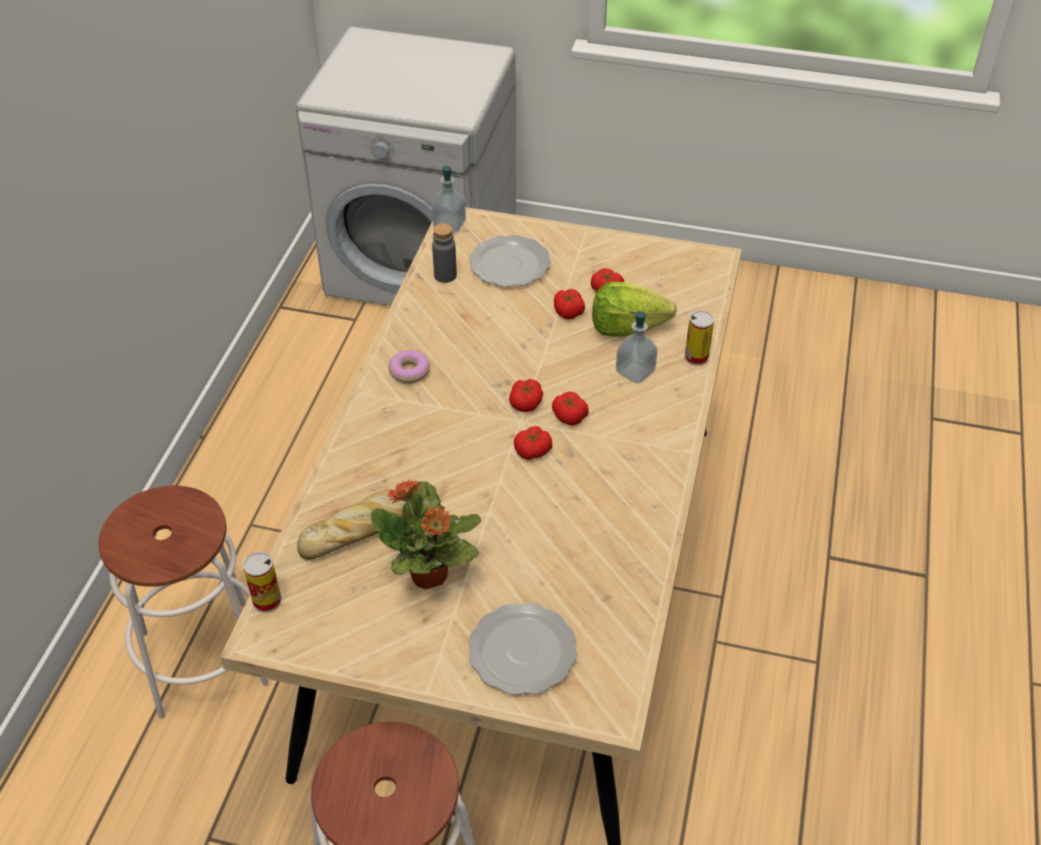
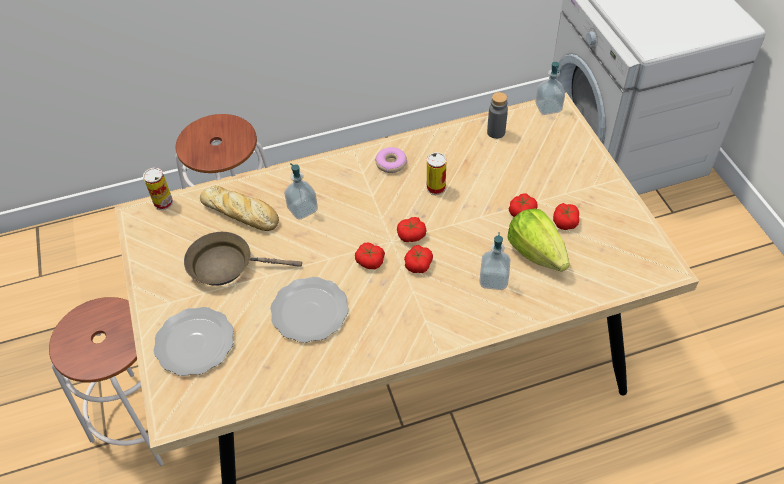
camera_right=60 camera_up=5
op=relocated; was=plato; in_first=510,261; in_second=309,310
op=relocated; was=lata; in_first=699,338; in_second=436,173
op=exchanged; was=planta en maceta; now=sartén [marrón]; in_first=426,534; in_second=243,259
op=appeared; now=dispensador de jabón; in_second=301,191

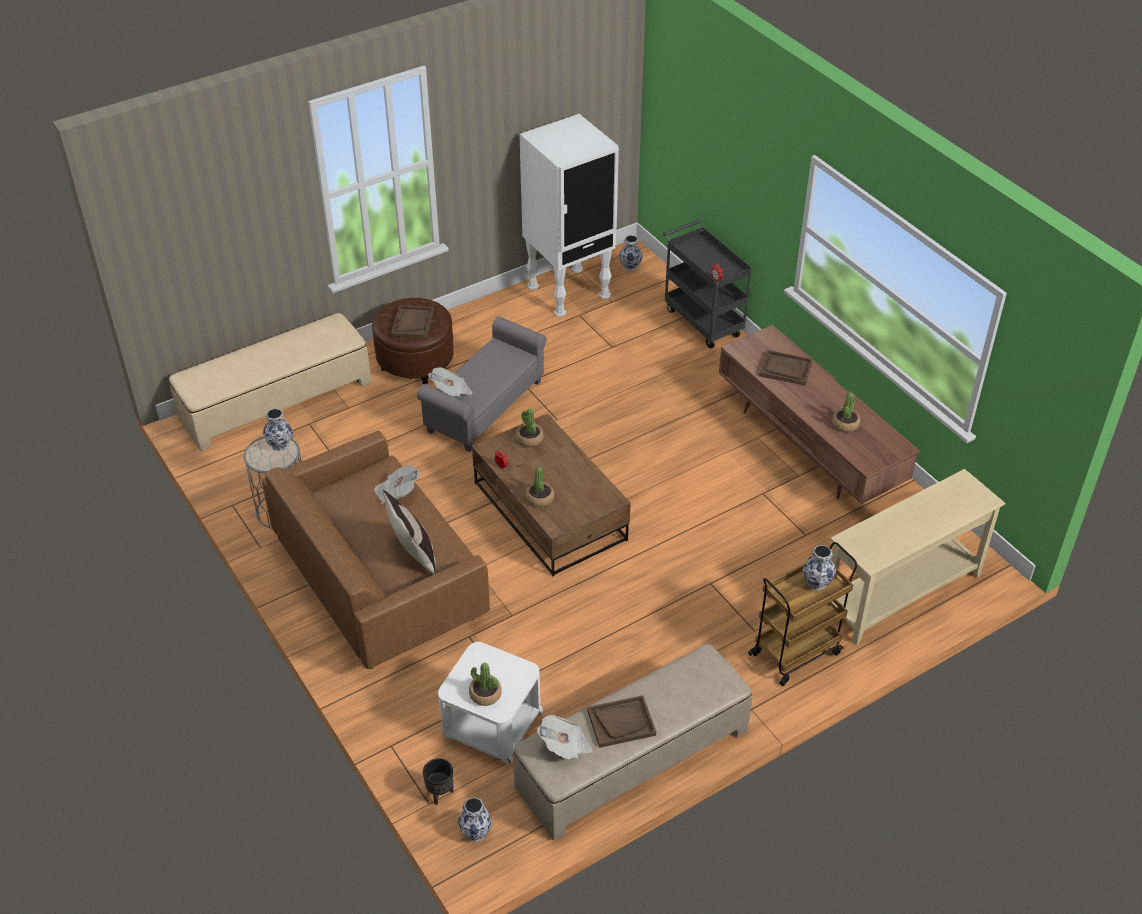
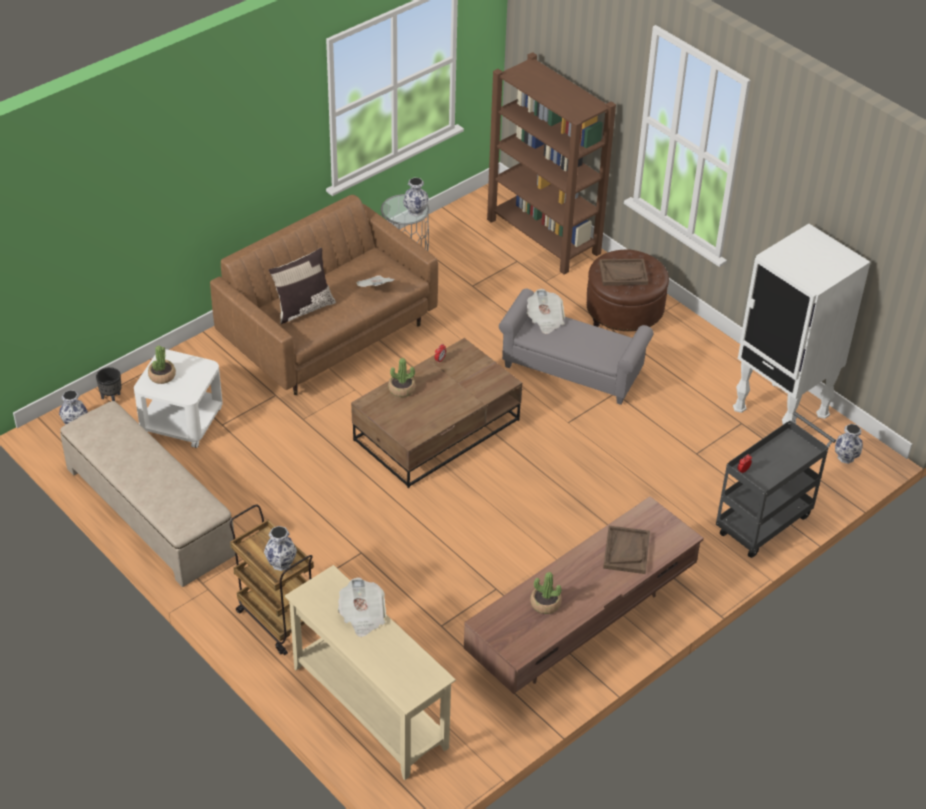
camera_right=80 camera_up=0
op=exchanged; was=banco [beis]; now=estantería [marrón]; in_first=270,382; in_second=551,163
op=missing; was=planta en maceta; in_first=529,427
op=missing; was=bandeja [marrón]; in_first=621,721
op=relocated; was=periódico; in_first=565,737; in_second=362,607

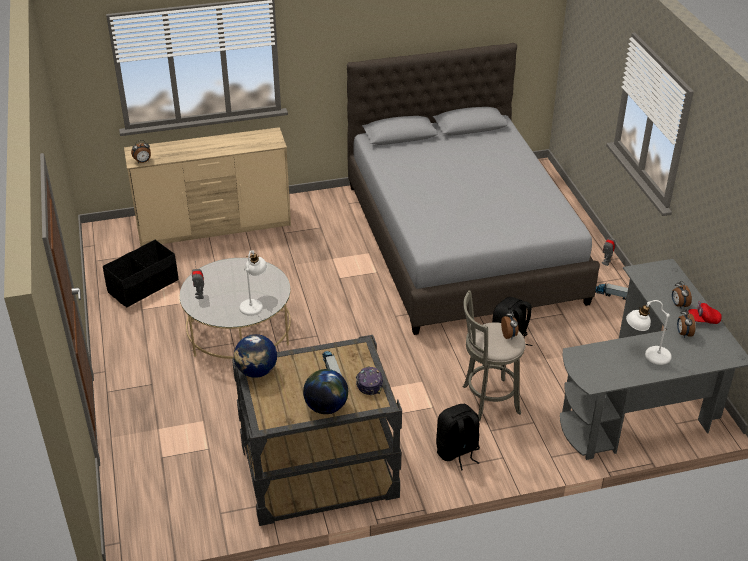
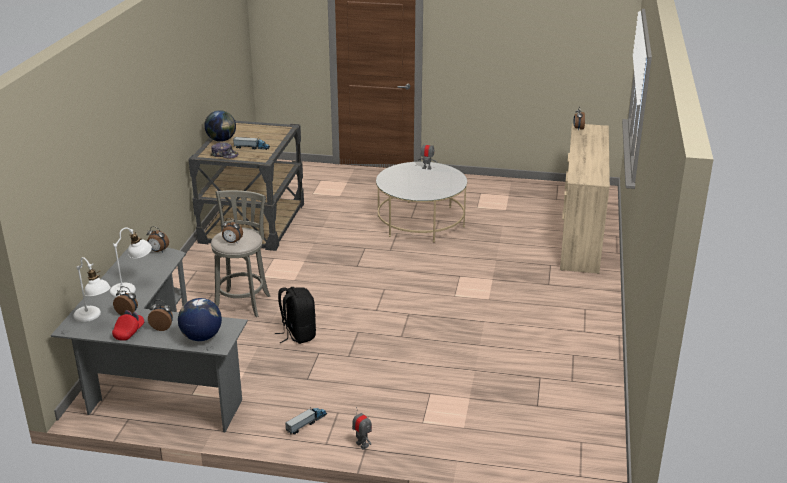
camera_right=115 camera_up=-10
op=missing; was=cama [gris]; in_first=473,189
op=missing; was=caja de almacenaje [negro]; in_first=140,274
op=relocated; was=lámpara de mesa [blanco]; in_first=253,282; in_second=91,289
op=relocated; was=globo terráqueo; in_first=255,356; in_second=200,319
op=missing; was=mochila [negro]; in_first=458,437
op=appeared; now=despertador; in_second=157,239

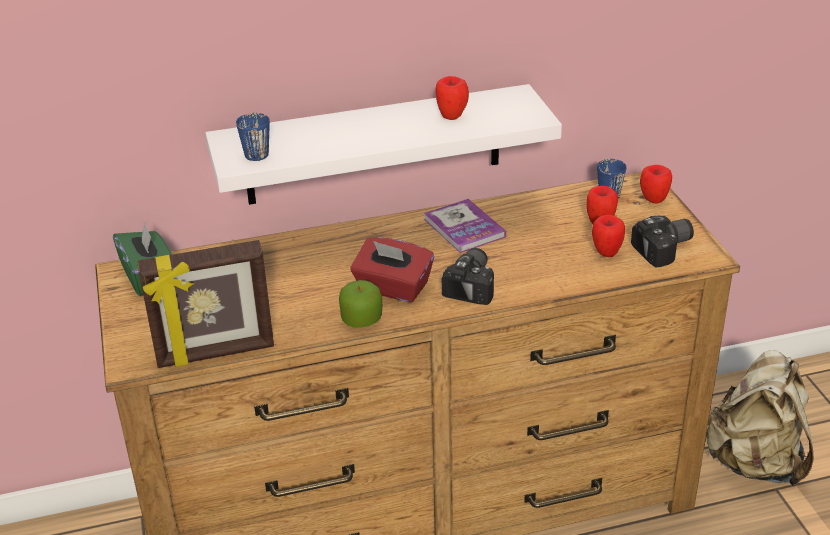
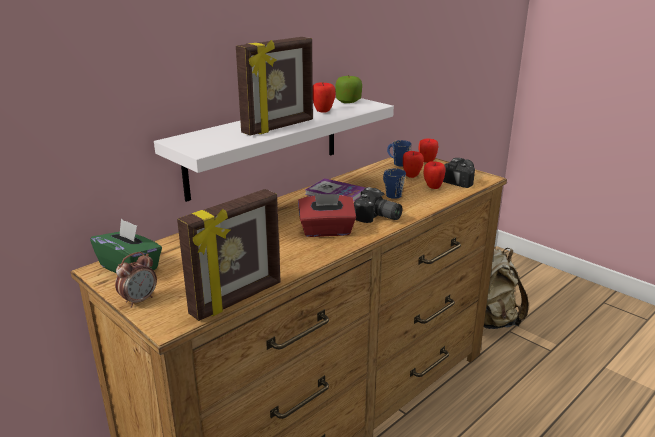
camera_right=-30 camera_up=-10
op=relocated; was=taza grande [azul]; in_first=253,137; in_second=394,183
op=spun; was=cámara; in_first=468,276; in_second=378,205; clockwise=135
op=relocated; was=manzana; in_first=360,304; in_second=348,89
op=appeared; now=portarretratos; in_second=274,86
op=appeared; now=despertador; in_second=136,280

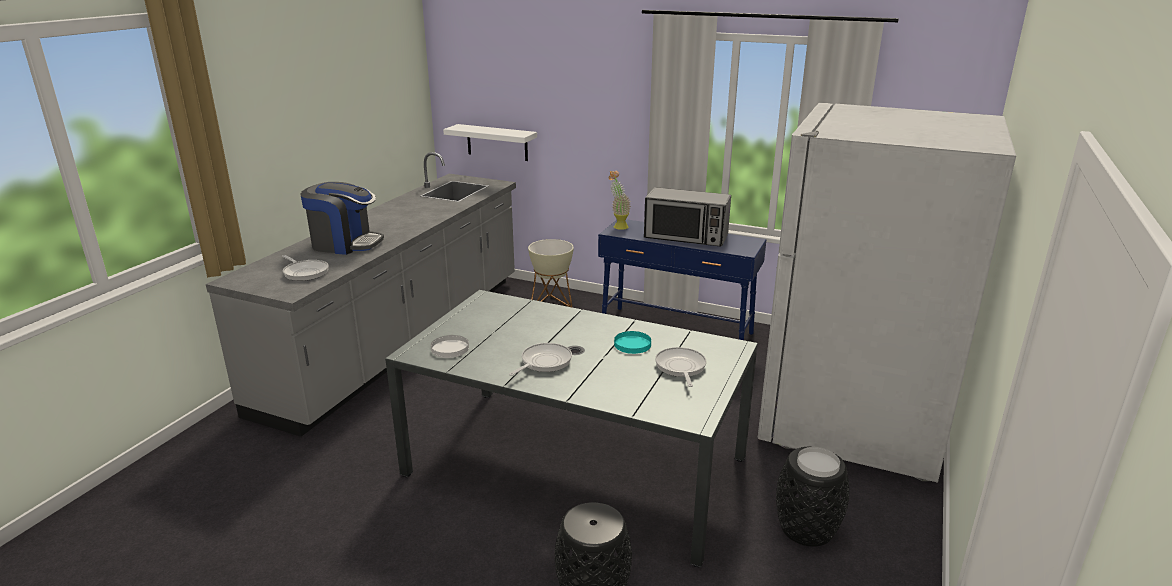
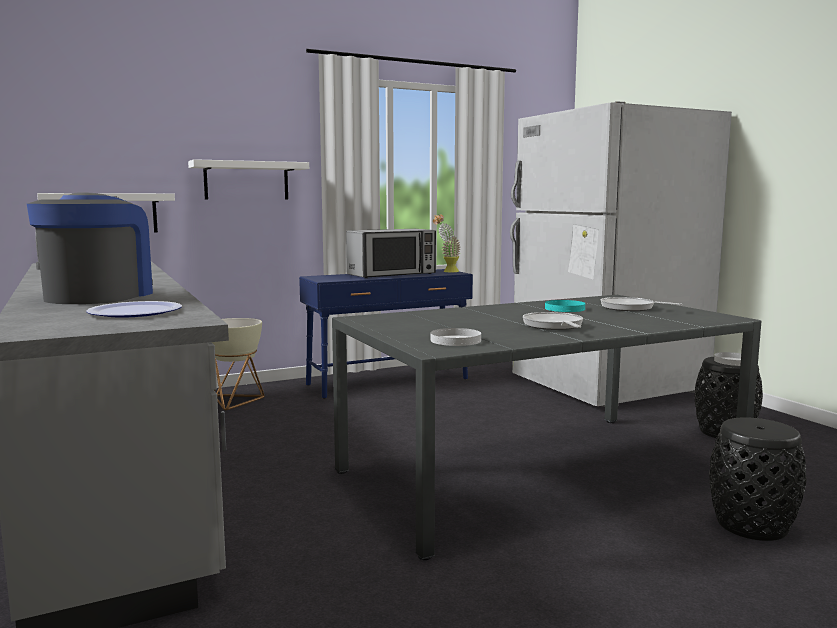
camera_right=-50 camera_up=-15
op=relocated; was=planta en maceta; in_first=620,200; in_second=446,243
op=spun; was=cafetera; in_first=342,218; in_second=90,248; clockwise=-45
op=exchanged; was=sartén; now=plato; in_first=305,268; in_second=134,309
op=appeared; now=estante [blanco]; in_second=248,179

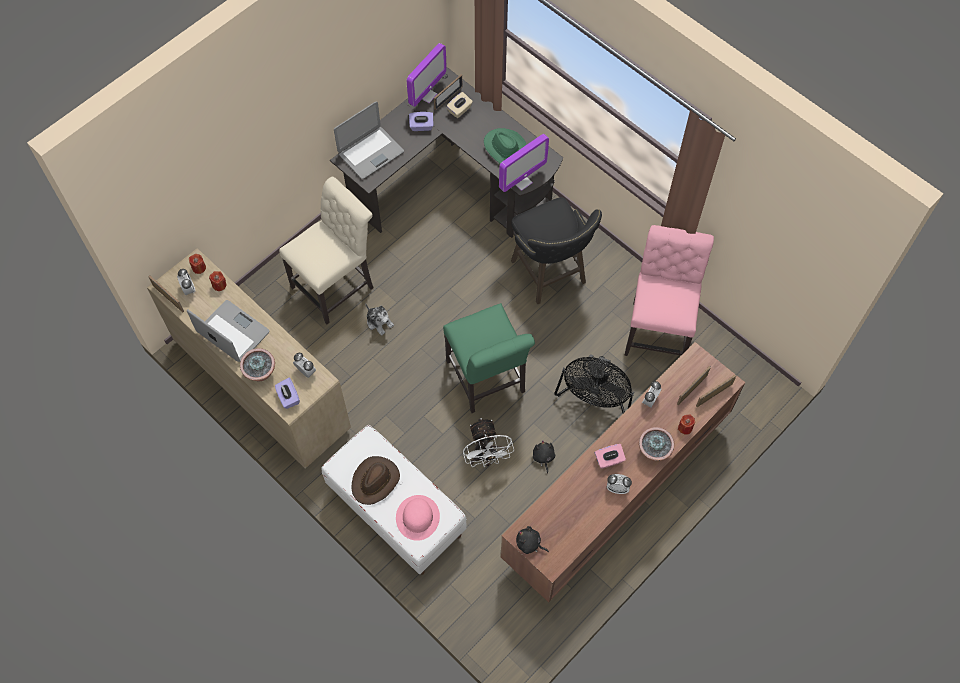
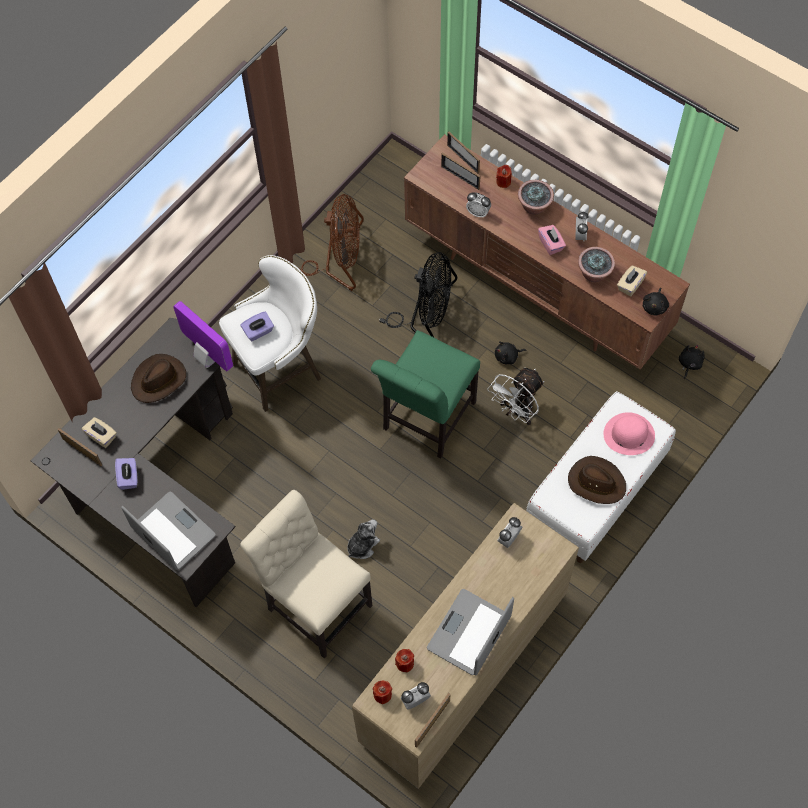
camera_right=-95 camera_up=0
op=missing; was=monitor; in_first=427,75
op=colour; was=sombrero [verde]; now=sombrero [marrón]; in_first=505,146; in_second=158,378
op=colour; was=taburete [negro]; now=taburete [blanco]; in_first=556,251; in_second=270,333
op=exchanged; was=silla [rosa]; now=ventilador [marrón]; in_first=669,290; in_second=332,242
op=spun; was=silla [verde]; in_first=489,358; in_second=425,394; clockwise=150
op=relocated; was=planta en maceta; in_first=257,364; in_second=596,264
op=relocated; was=caja de pañuelos [morado]; in_first=287,393; in_second=257,326
op=spun; was=ventilador [blanco]; in_first=488,442; in_second=516,396; clockwise=150
op=appeared; now=caja de pañuelos [beis]; in_second=632,280
op=appeared; now=peluche [negro]; in_second=692,361

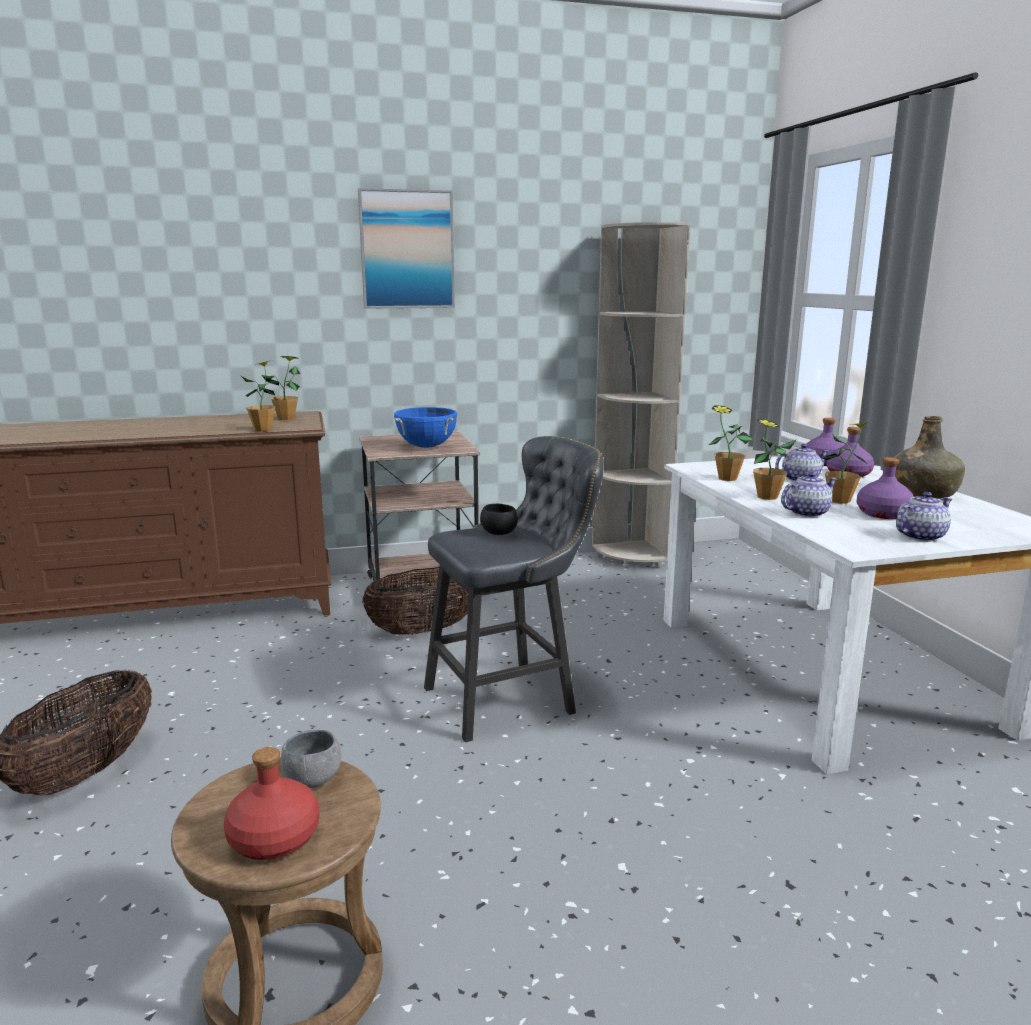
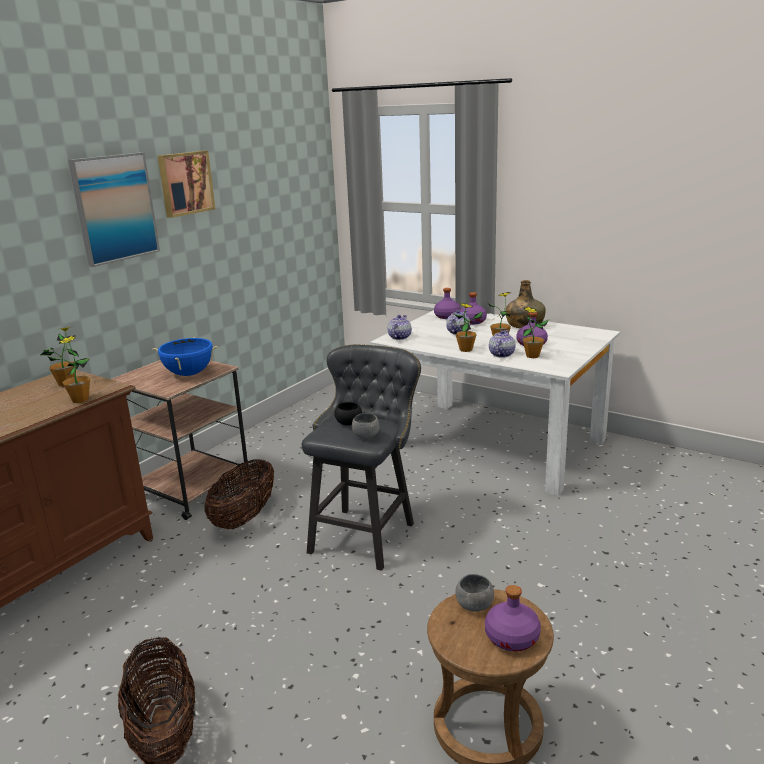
camera_right=-40 camera_up=5
op=missing; was=estantería [beis]; in_first=641,394
op=relocated; was=planta en maceta; in_first=731,443; in_second=536,332
op=relocated; was=tetera; in_first=924,517; in_second=399,327
op=colour; was=botella [rojo]; now=botella [morado]; in_first=271,803; in_second=513,618
op=appeared; now=cuadro; in_second=186,184
op=appeared; now=cuenco [gris]; in_second=365,426

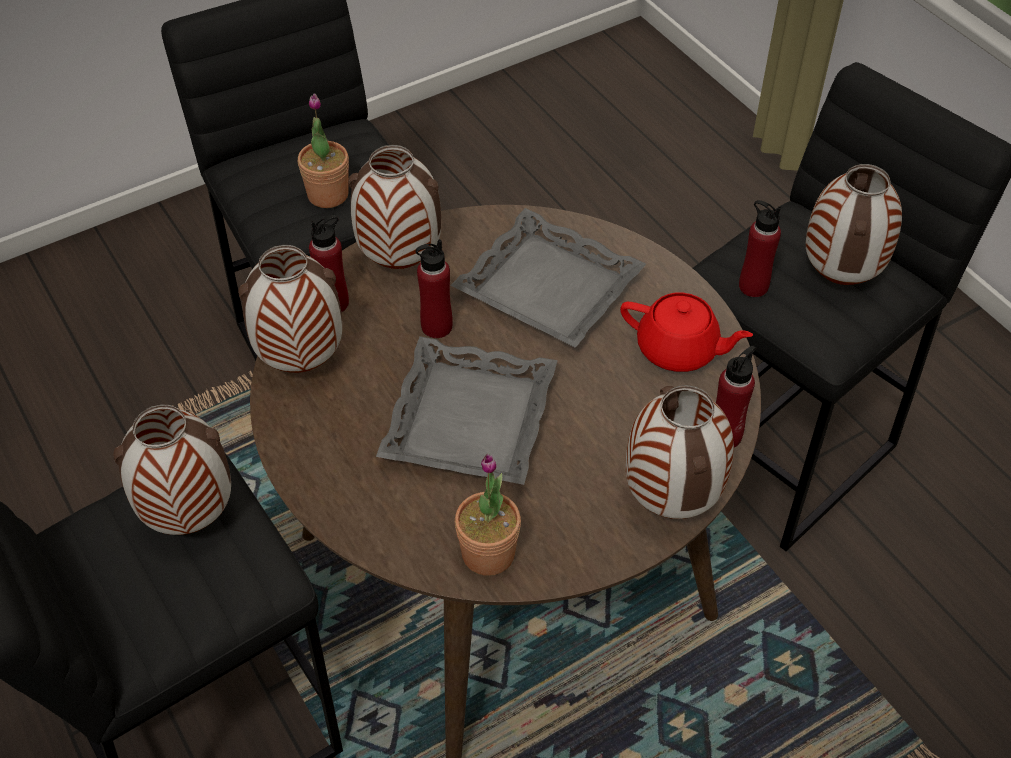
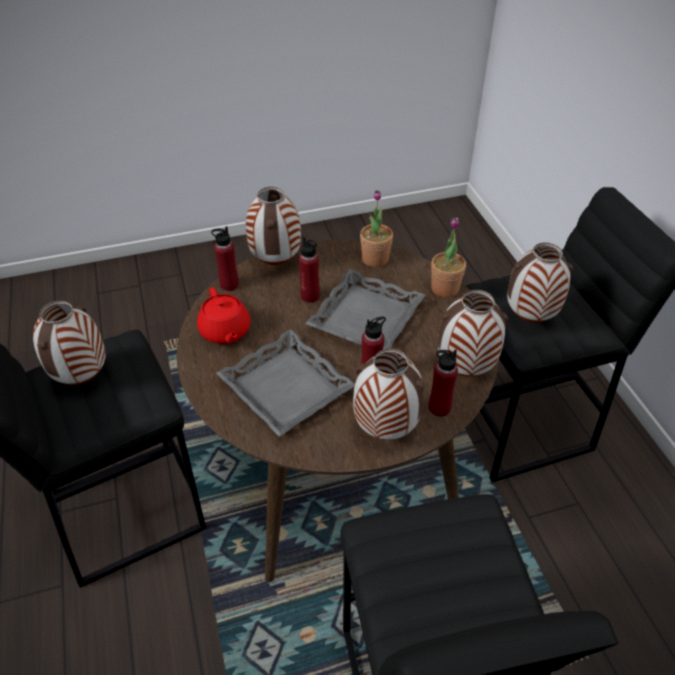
camera_right=-165 camera_up=-5
op=relocated; was=planta en maceta; in_first=323,150; in_second=448,257
op=relocated; was=botella [rojo]; in_first=760,248; in_second=309,270
op=spun; was=tetera [rojo]; in_first=686,332; in_second=223,315; clockwise=-150

